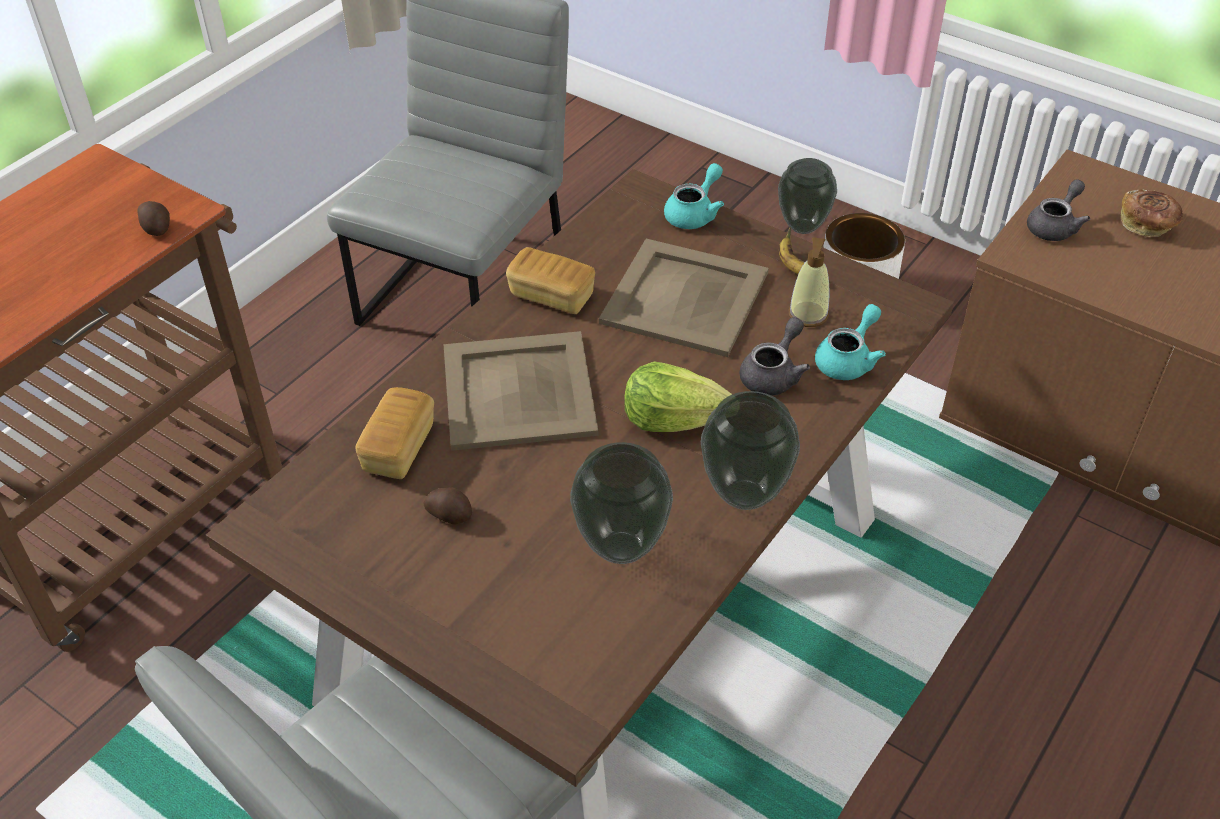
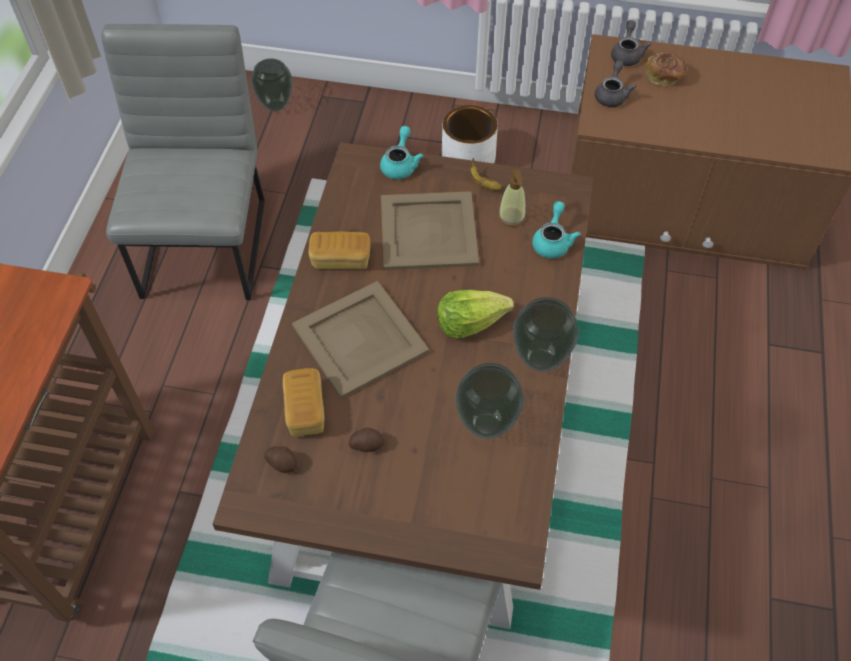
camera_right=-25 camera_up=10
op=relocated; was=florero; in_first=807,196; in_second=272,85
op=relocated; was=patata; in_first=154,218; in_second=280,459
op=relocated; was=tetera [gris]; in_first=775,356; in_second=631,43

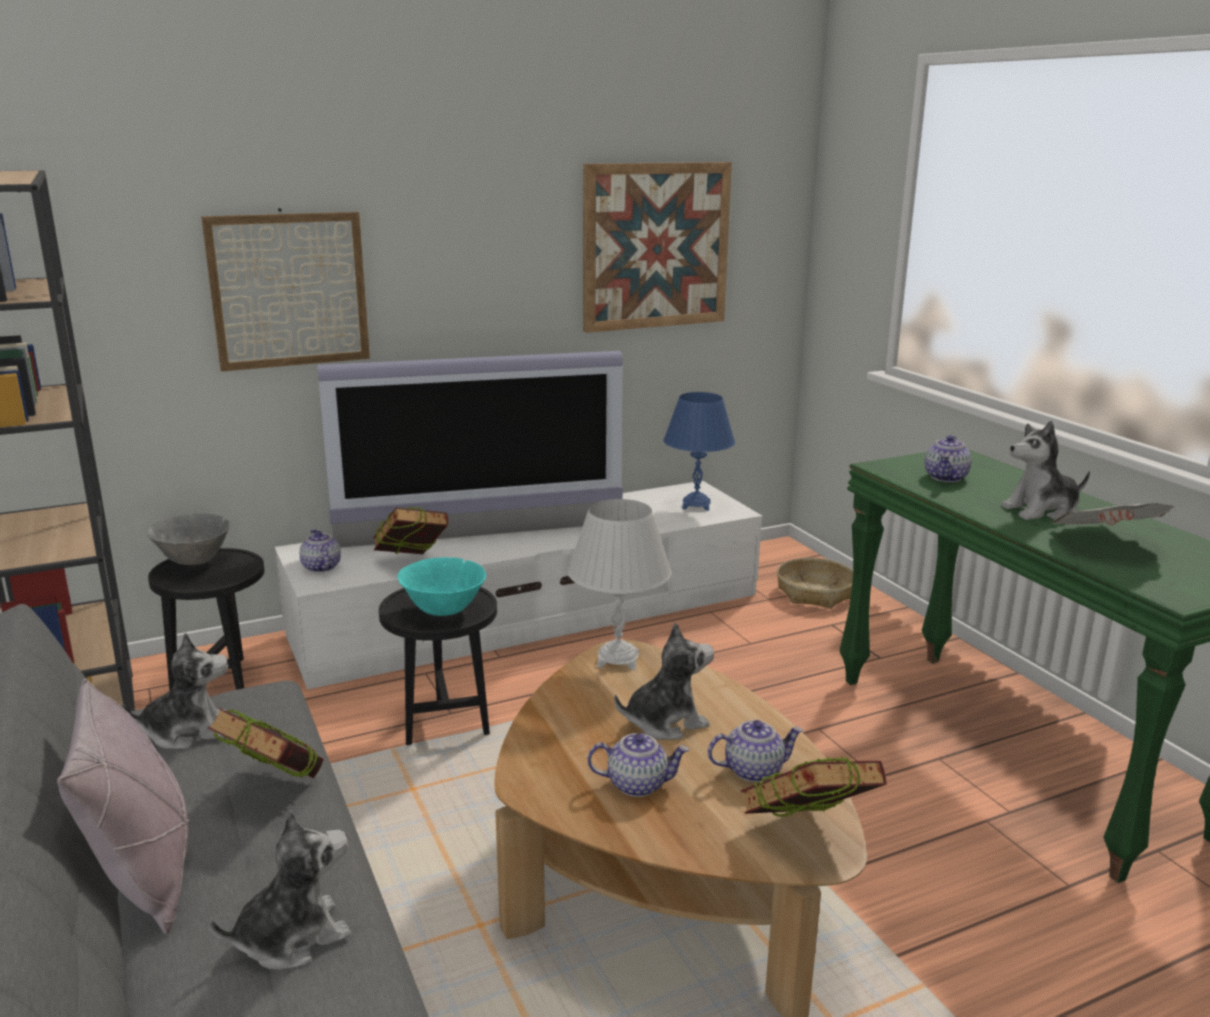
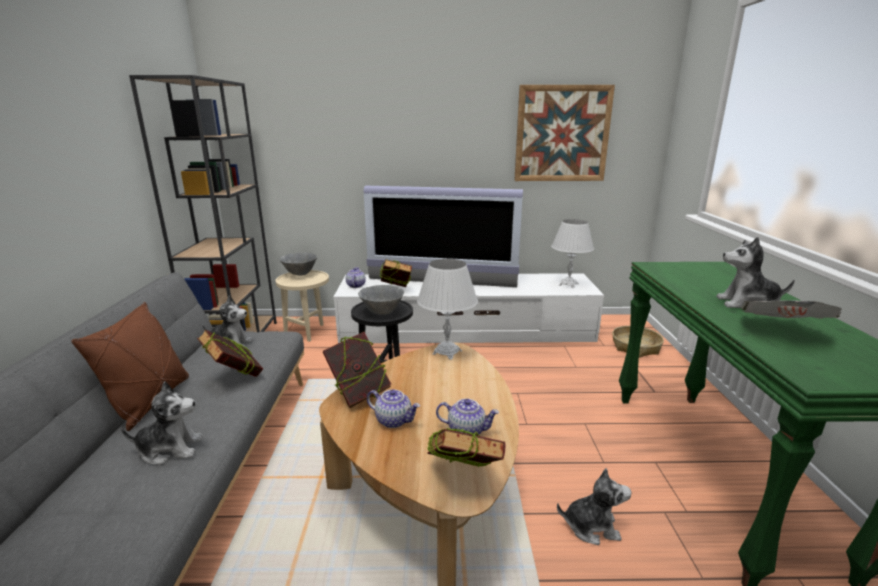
camera_right=25 camera_up=0
op=missing; was=cuadro; in_first=285,290
op=colour; was=lámpara de mesa [azul]; now=lámpara de mesa [blanco]; in_first=699,451; in_second=572,253
op=missing; was=tetera; in_first=948,458
op=colour; was=mesa auxiliar [negro]; now=mesa auxiliar [beis]; in_first=206,619; in_second=302,306
op=colour; was=cuenco [turquesa]; now=cuenco [gris]; in_first=441,586; in_second=381,300
op=relocated; was=peluche; in_first=664,681; in_second=594,506
op=colour; was=cojín [morado]; now=cojín [marrón]; in_first=123,806; in_second=130,366
op=appeared; now=libro; in_second=357,370

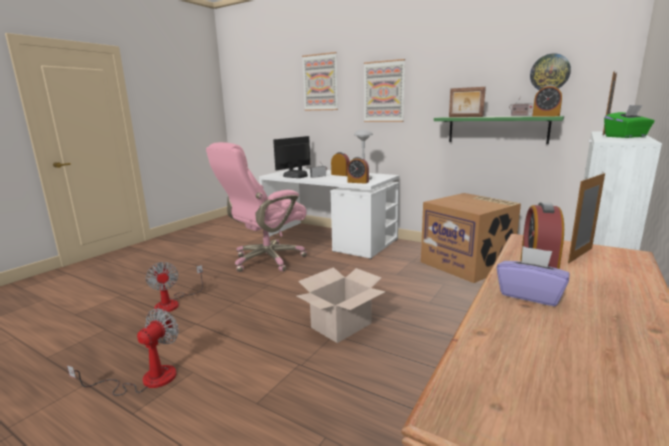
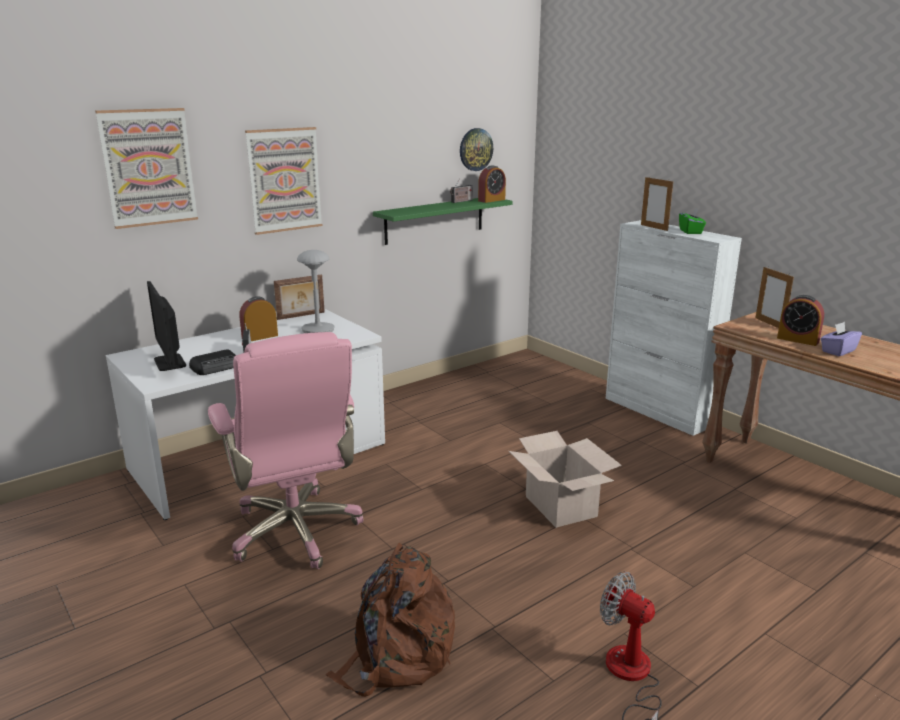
camera_right=-70 camera_up=5
op=relocated; was=portarretratos; in_first=467,102; in_second=299,297
op=missing; was=despertador; in_first=358,170
op=missing; was=caja de cartón; in_first=471,238
op=exchanged; was=ventilador; now=mochila [marrón]; in_first=174,287; in_second=390,620

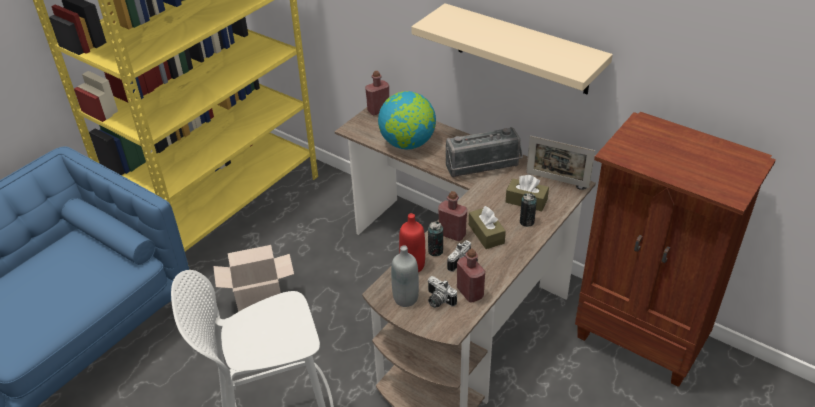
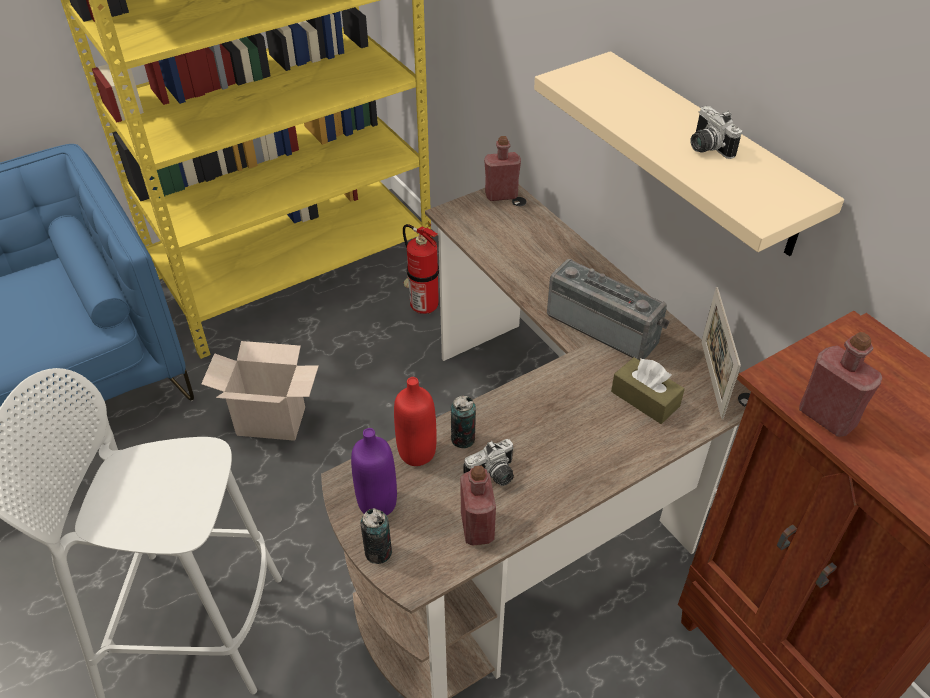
camera_right=20 camera_up=5
op=missing; was=globo terráqueo; in_first=407,120
op=spun; was=radio; in_first=484,152; in_second=608,309; clockwise=-150
op=spun; was=portarretratos; in_first=560,162; in_second=721,353; clockwise=45
op=relocated; was=botella [rojo]; in_first=452,216; in_second=840,384
op=relocated; was=lata; in_first=528,210; in_second=376,536
op=missing; was=caja de pañuelos [marrón]; in_first=487,227
op=colour; was=botella [gris]; now=botella [morado]; in_first=405,276; in_second=374,471
op=relocated; was=cámara; in_first=442,292; in_second=716,132
op=appeared; now=extintor; in_second=421,267

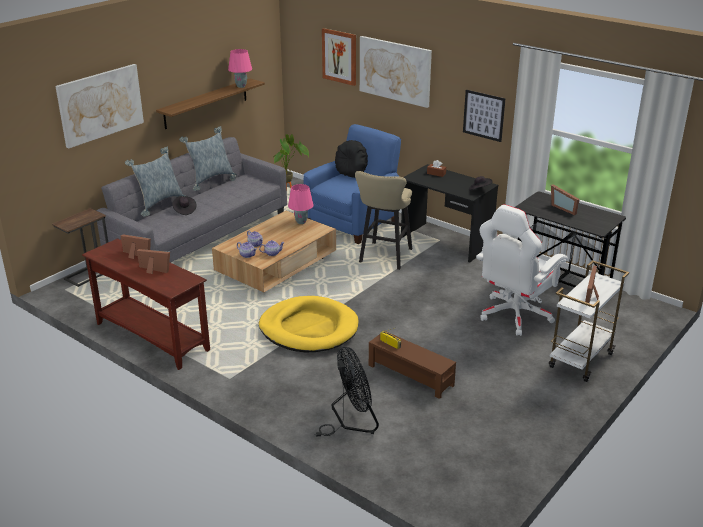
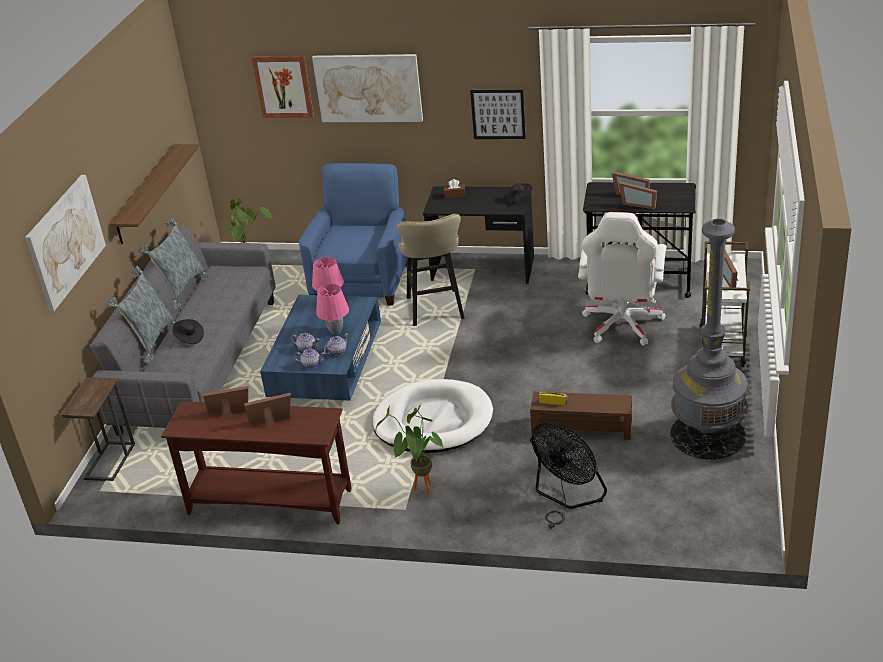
camera_right=-25 camera_up=5
op=relocated; was=lámpara de mesa [rosa]; in_first=240,68; in_second=332,309
op=missing; was=cojín [negro]; in_first=351,159
op=colour; was=mesa de centro [marrón]; now=mesa de centro [azul]; in_first=274,251; in_second=320,348
op=colour; was=cama para perro [amarillo]; now=cama para perro [blanco]; in_first=309,324; in_second=433,416
op=appeared; now=portarretratos; in_second=638,195
op=appeared; now=lámpara de pie [gris]; in_second=709,339
op=appeared; now=planta en maceta; in_second=409,451

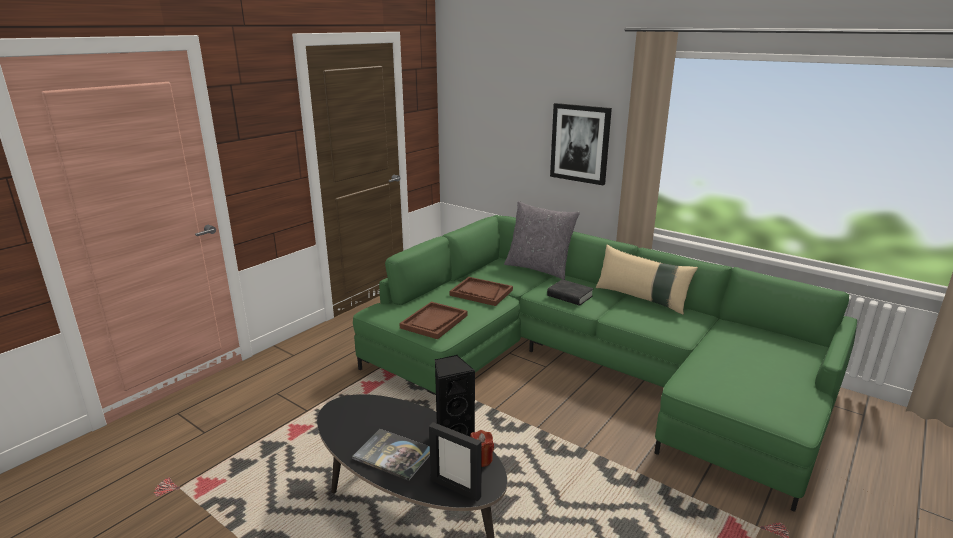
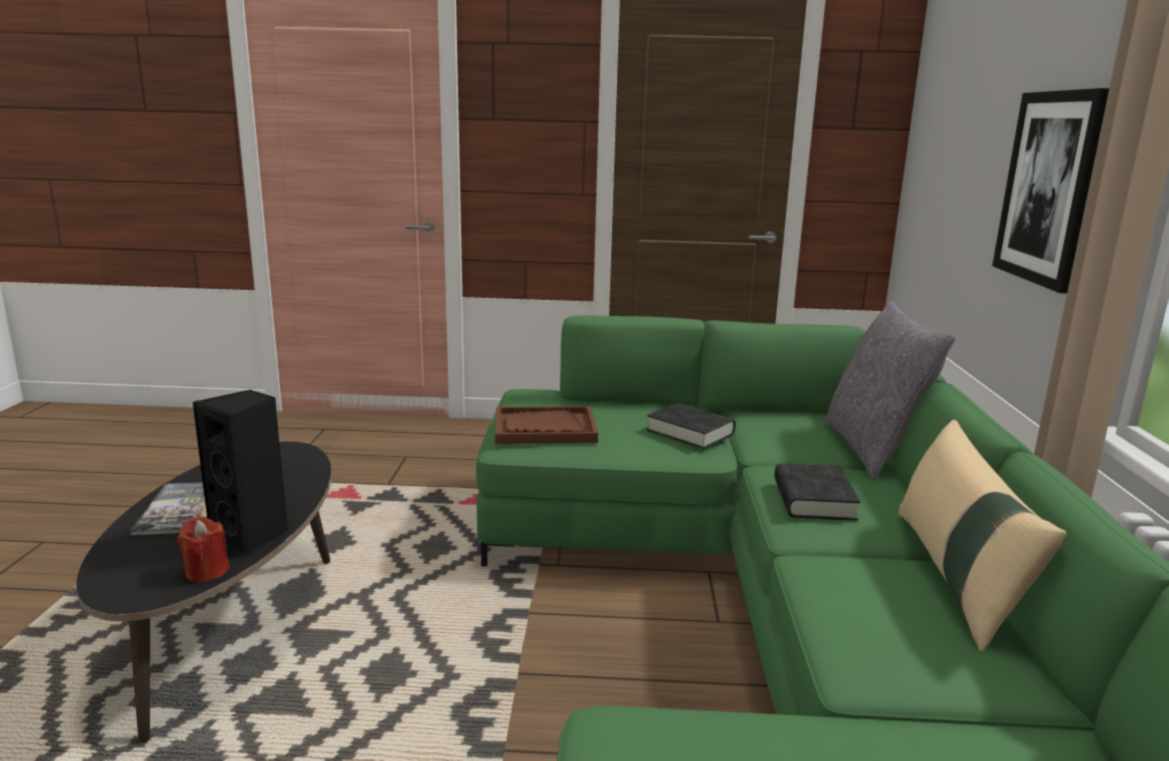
camera_right=55 camera_up=-5
op=exchanged; was=bandeja [marrón]; now=libro [negro]; in_first=481,291; in_second=691,426
op=missing; was=portarretratos; in_first=455,462

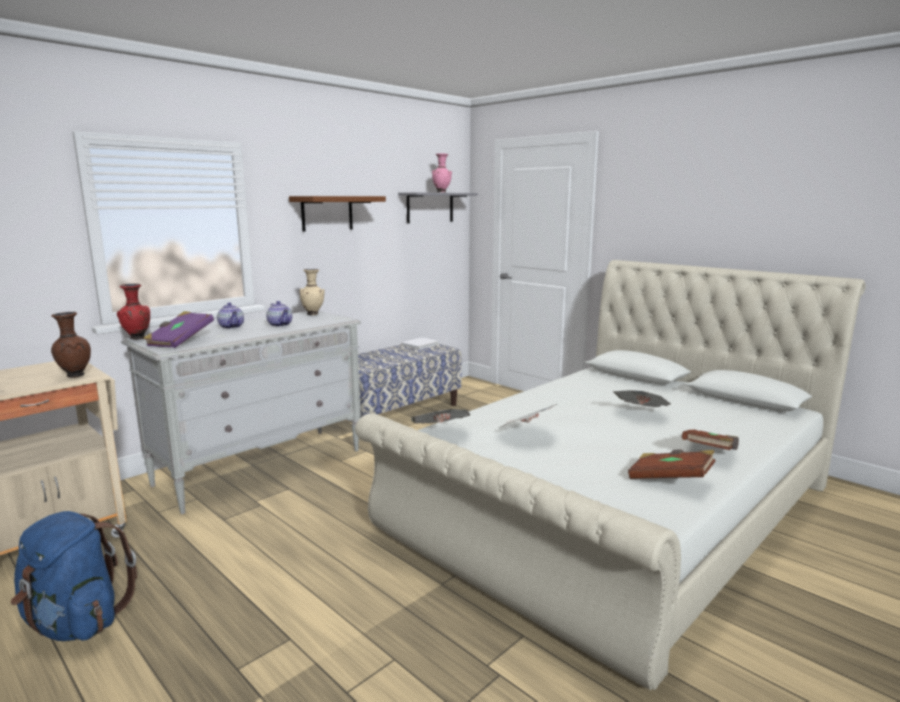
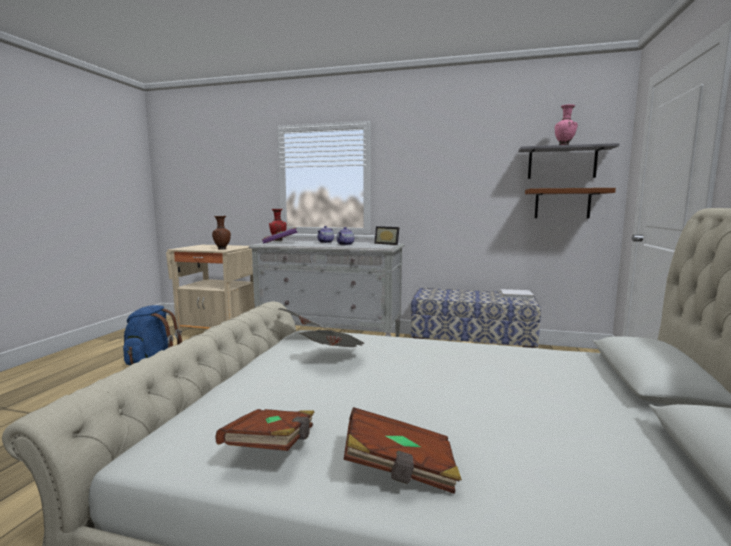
camera_right=60 camera_up=-5
op=relocated; was=estante [marrón]; in_first=337,214; in_second=570,203
op=exchanged; was=florero [beis]; now=portarretratos; in_first=312,292; in_second=387,235
op=missing; was=periódico; in_first=641,398

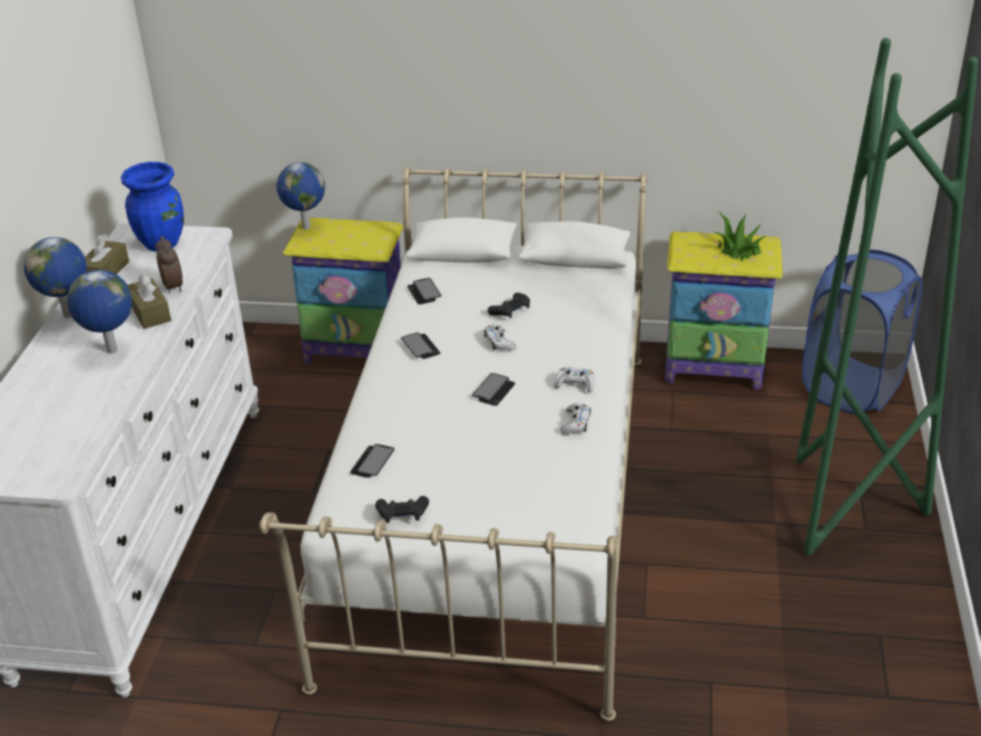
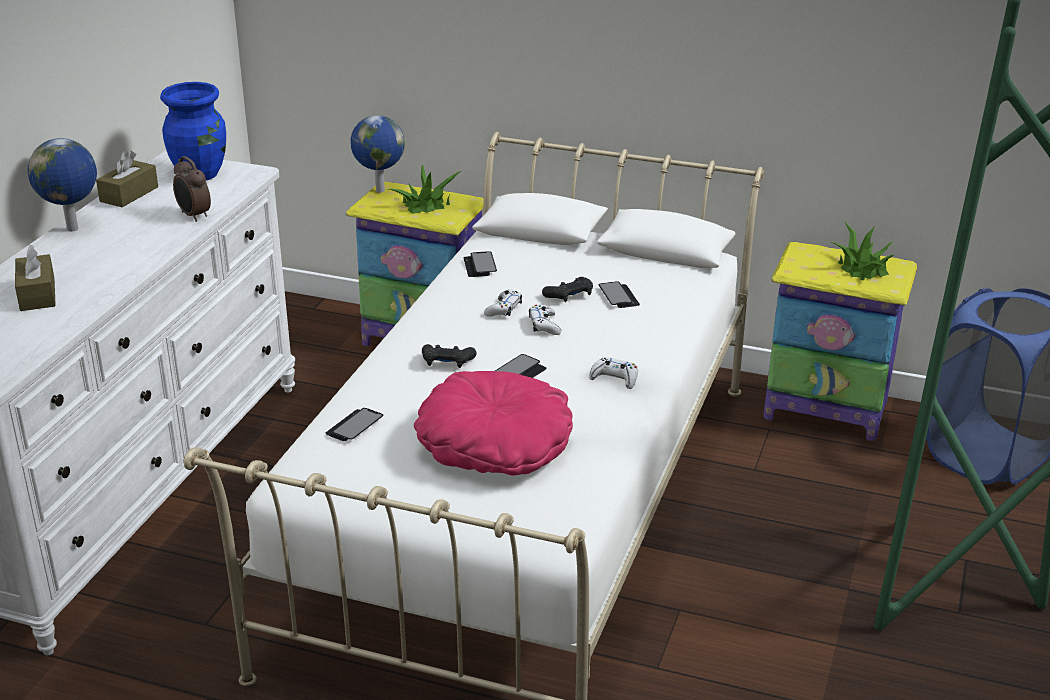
camera_right=10 camera_up=-5
op=spun; was=despertador; in_first=169,264; in_second=192,189; clockwise=150
op=missing; was=globo terráqueo; in_first=100,311
op=relocated; was=caja de pañuelos [marrón]; in_first=149,301; in_second=35,278
op=relocated; was=móvil; in_first=421,345; in_second=619,294
op=relocated; was=mando de consola [blanco]; in_first=575,419; in_second=503,303
op=relocated; was=mando de consola [negro]; in_first=402,509; in_second=449,356
op=appeared; now=planta en maceta; in_second=425,189
op=appeared; now=cojín [rosa]; in_second=493,423

